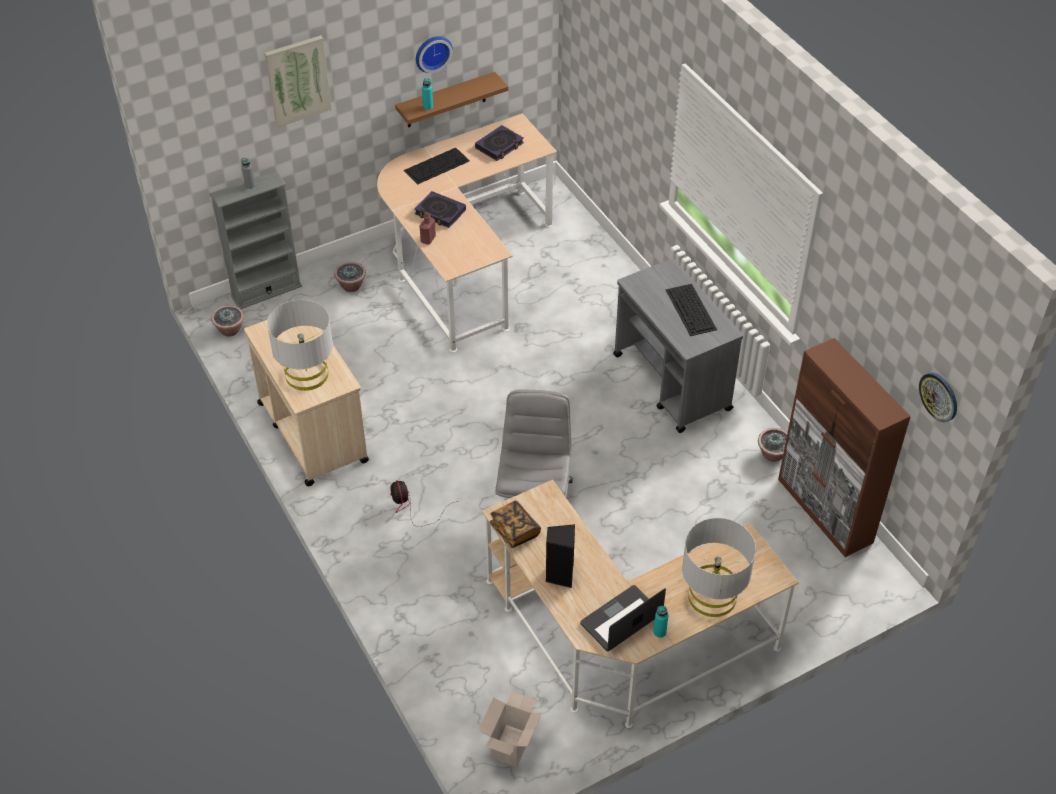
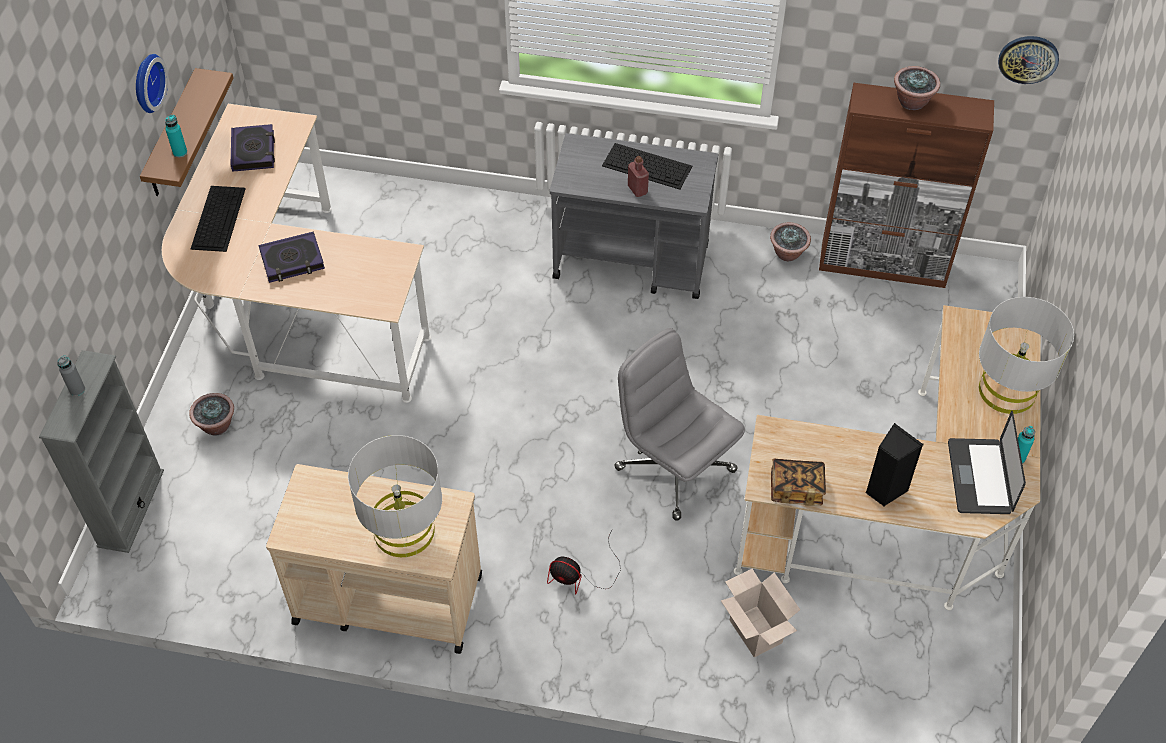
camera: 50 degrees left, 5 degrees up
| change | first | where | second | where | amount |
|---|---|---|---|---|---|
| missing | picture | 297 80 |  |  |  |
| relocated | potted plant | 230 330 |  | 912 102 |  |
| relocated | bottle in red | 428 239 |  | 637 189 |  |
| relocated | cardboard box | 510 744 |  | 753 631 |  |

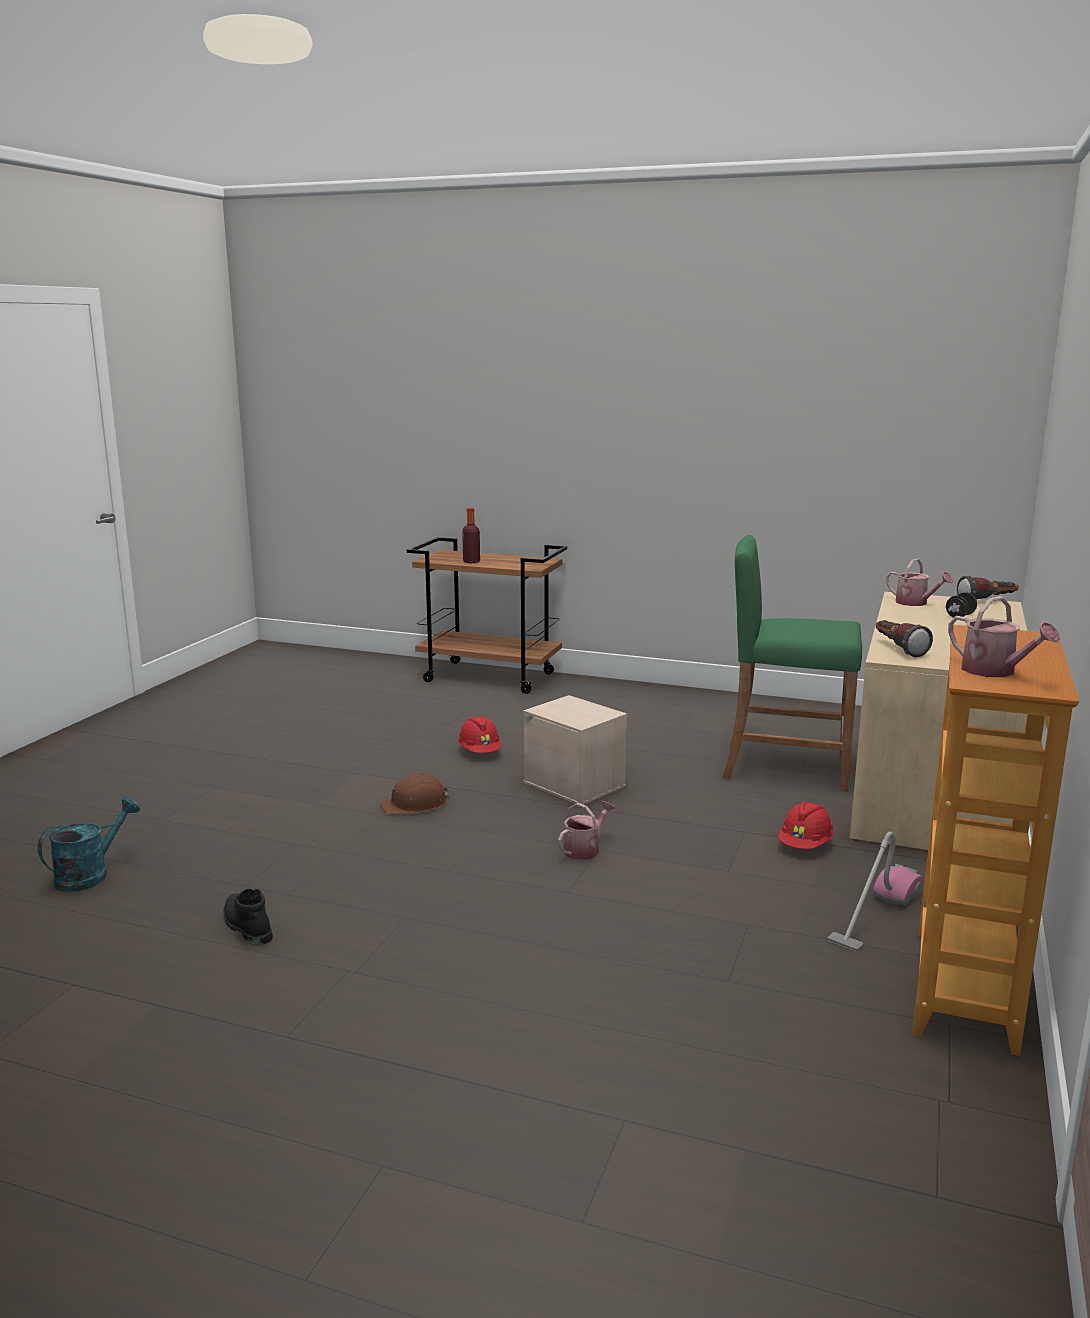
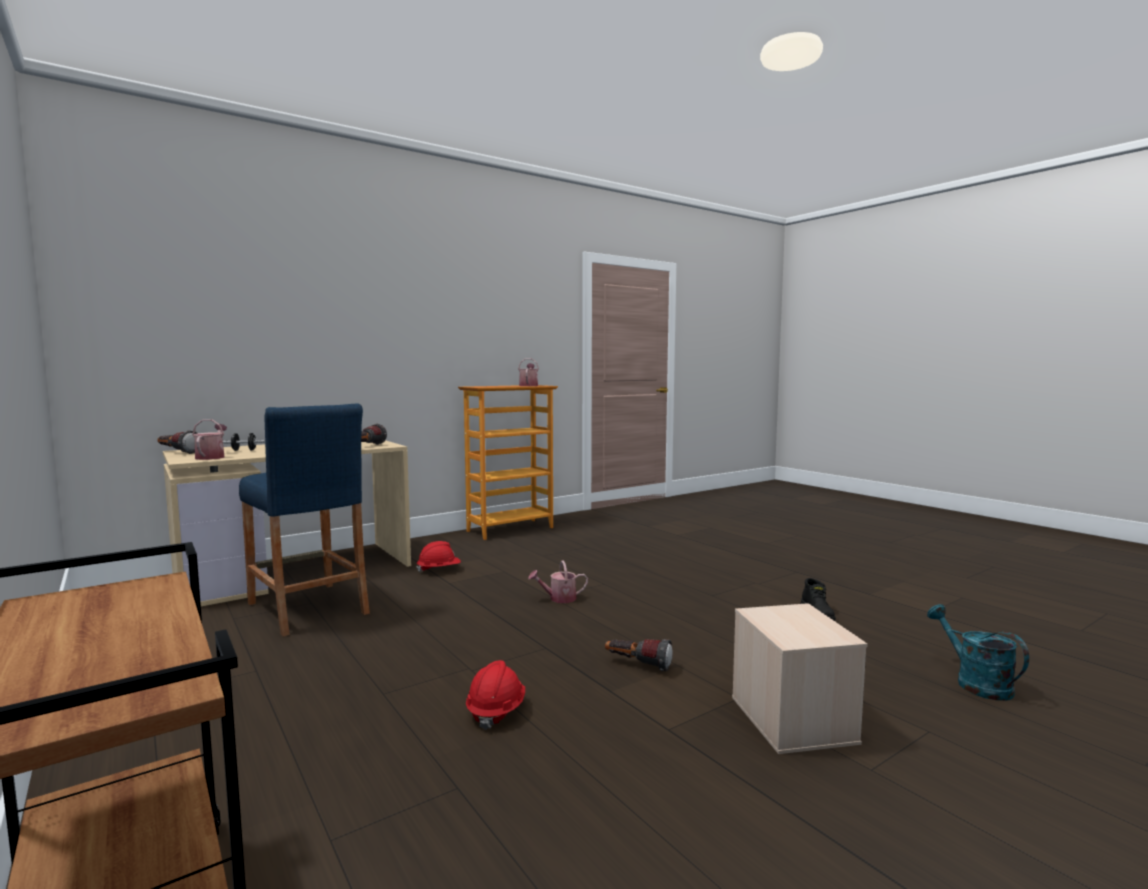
camera: 145 degrees left, 10 degrees down
| change | first | where | second | where | amount |
|---|---|---|---|---|---|
| missing | bottle | 471 562 |  |  |  |
| missing | vacuum cleaner | 875 915 |  |  |  |
| relocated | storage box in beige | 575 784 |  | 790 718 |  |
| exchanged | hard hat in brown | 416 804 | flashlight | 637 665 |  |
| colour | stool in green | 786 766 | stool in blue | 307 608 |  |
| spun | watering can in turquoise | 90 875 |  | 975 683 | 90 degrees clockwise |

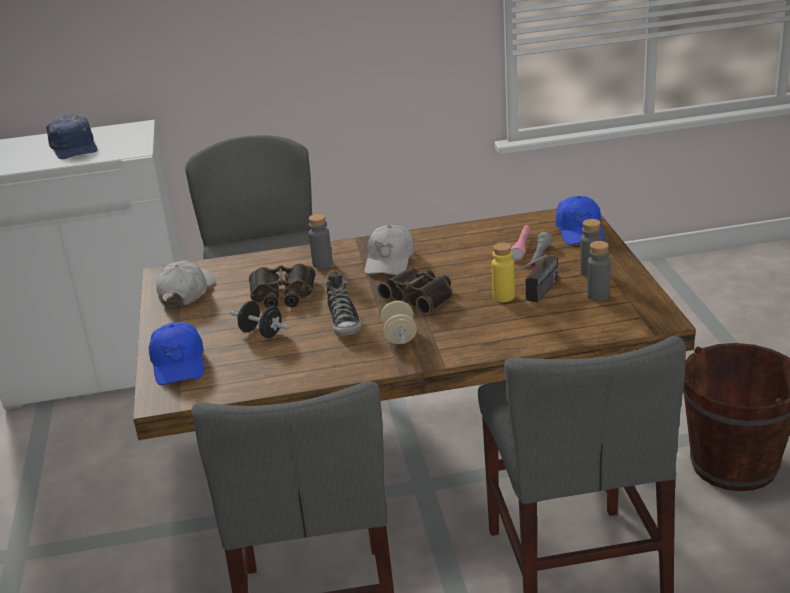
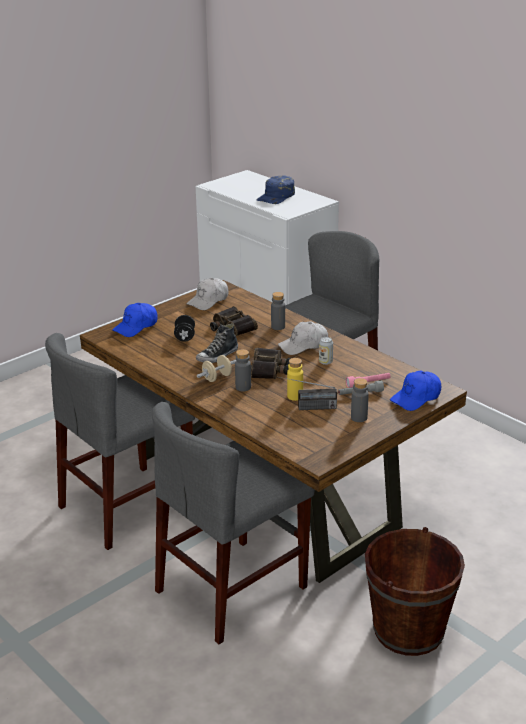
camera: 55 degrees right, 0 degrees up
| change | first | where | second | where | amount |
|---|---|---|---|---|---|
| appeared |  |  | can | 325 362 |  |
| relocated | bottle in grey | 598 295 |  | 243 387 |  |
| spun | cap in white | 186 292 |  | 208 301 | 150 degrees clockwise |

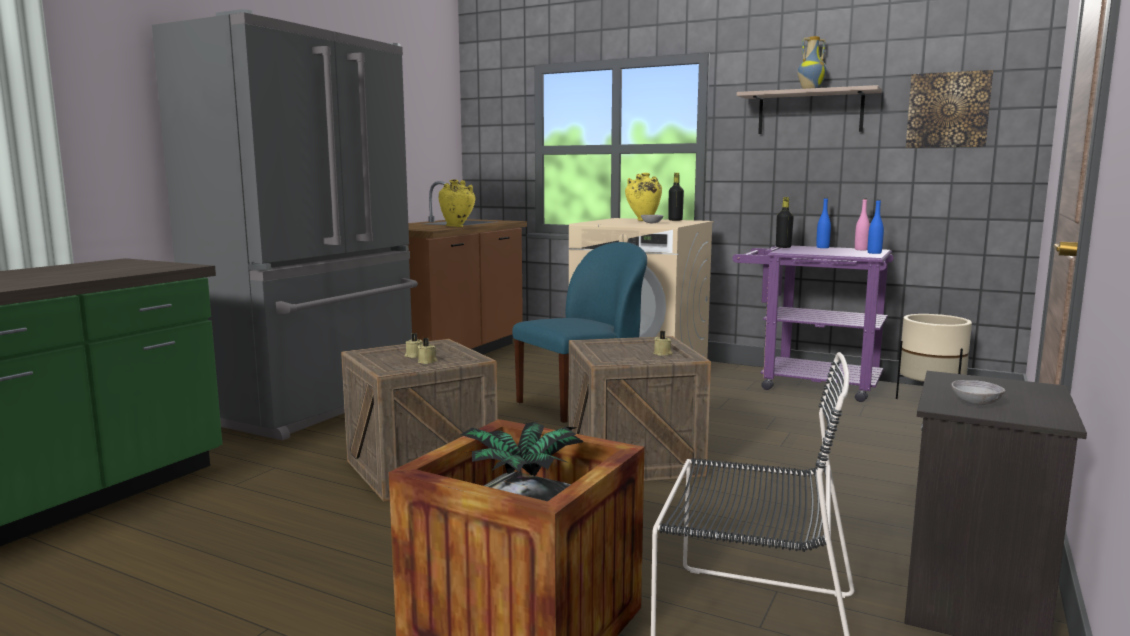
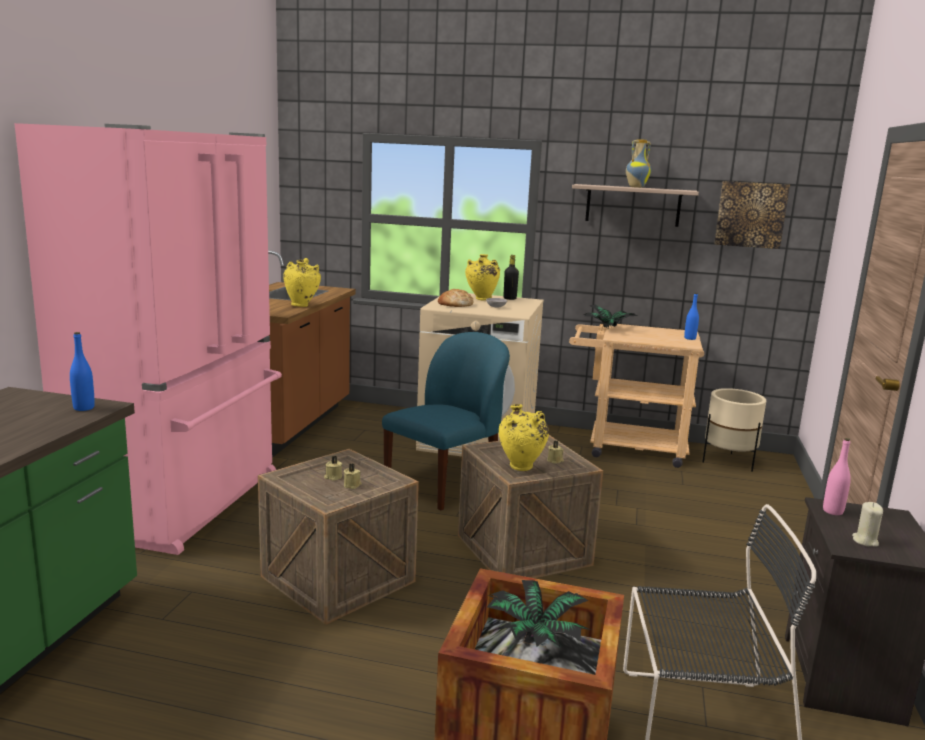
camera: 15 degrees left, 5 degrees up
| change | first | where | second | where | amount |
|---|---|---|---|---|---|
| appeared |  |  | bread | 455 304 |  |
| appeared |  |  | vase in yellow | 521 468 |  |
| relocated | bottle in blue | 822 247 |  | 84 408 |  |
| relocated | bottle in pink | 861 249 |  | 833 511 |  |
| exchanged | bottle in black | 783 247 | potted plant | 610 328 |  |
| exchanged | bowl in grey | 976 403 | candle in beige | 865 541 |  |
| colour | fridge in grey | 316 404 | fridge in pink | 183 502 |  |
| colour | cart in purple | 808 384 | cart in beige | 626 448 |  |

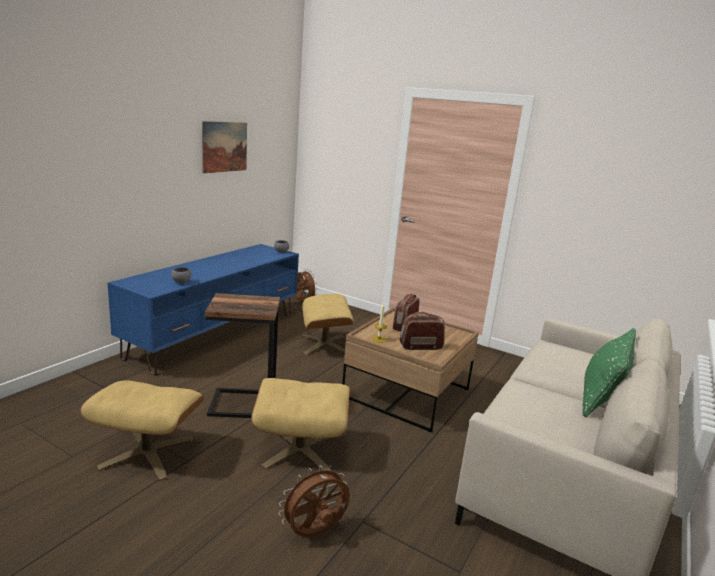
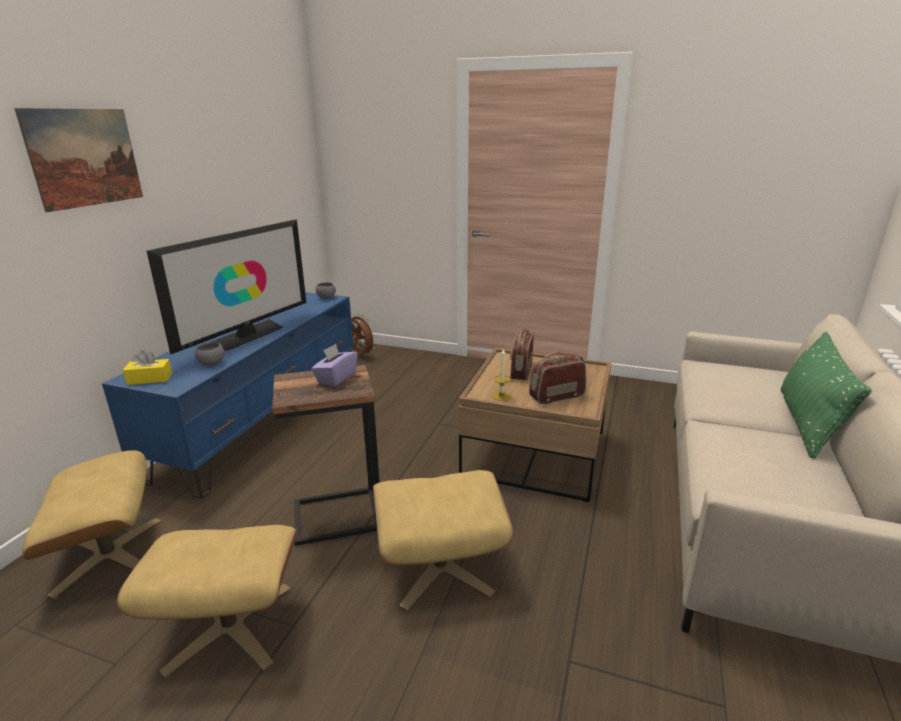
camera: 10 degrees left, 5 degrees up
| change | first | where | second | where | amount |
|---|---|---|---|---|---|
| missing | fan in brown | 315 533 |  |  |  |
| appeared |  |  | tissue box in yellow | 149 379 |  |
| appeared |  |  | television | 246 335 |  |
| appeared |  |  | tissue box in purple | 336 378 |  |
| relocated | picture | 224 147 |  | 85 157 |  |
| relocated | ottoman in beige | 325 345 |  | 110 556 |  |

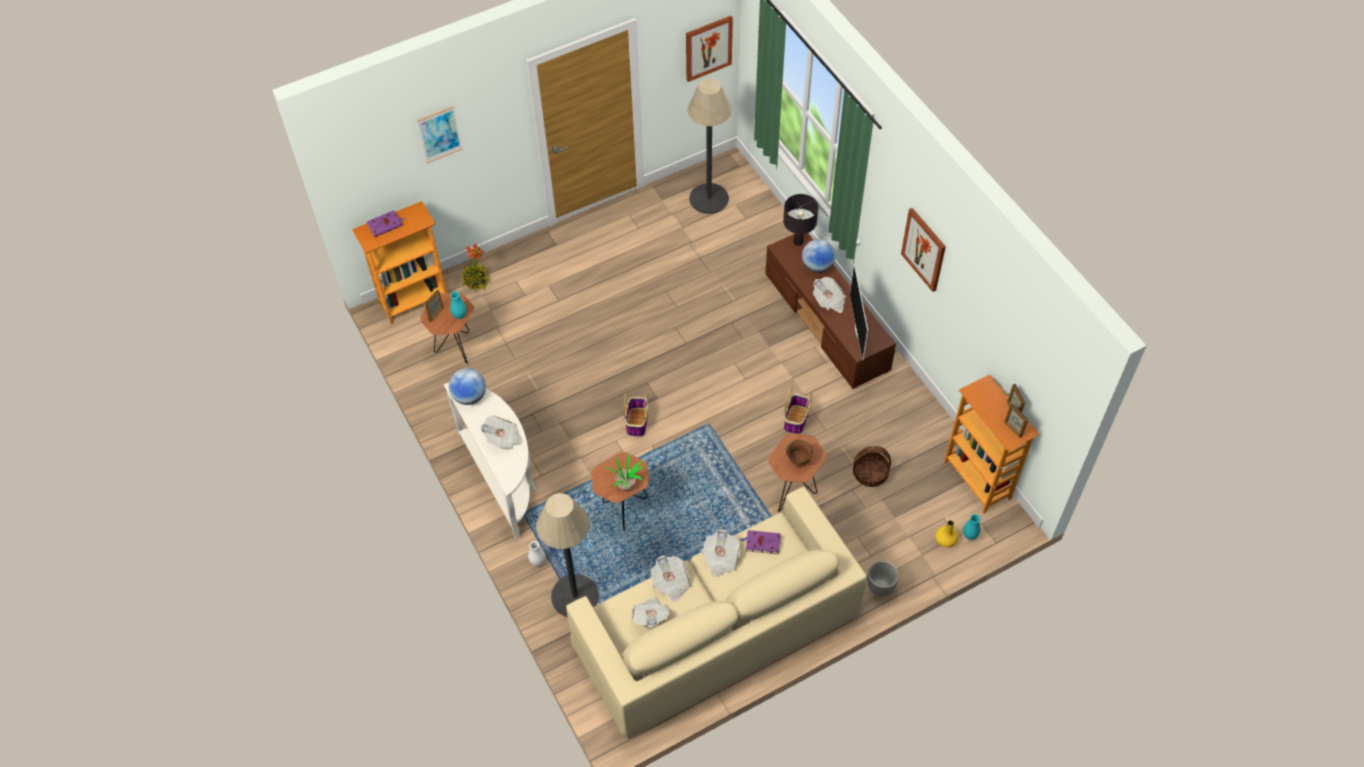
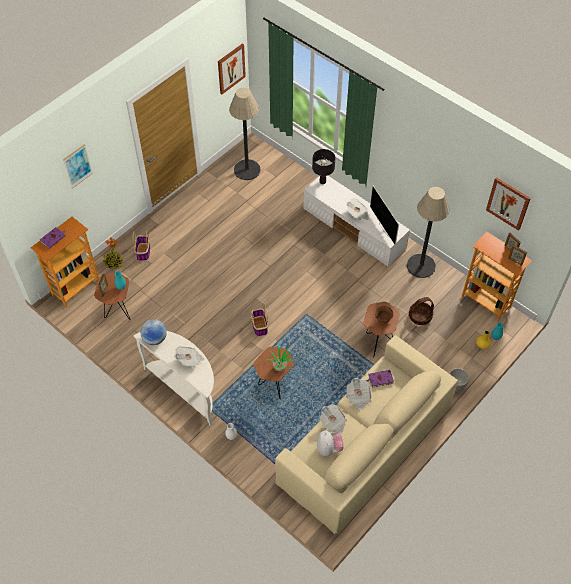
camera: 20 degrees left, 0 degrees up
| change | first | where | second | where | amount |
|---|---|---|---|---|---|
| missing | globe | 817 266 |  |  |  |
| relocated | floor lamp | 574 596 |  | 421 266 |  |
| relocated | basket | 796 420 |  | 143 252 |  |
| relocated | picture | 924 249 |  | 508 203 |  |
| exchanged | newspaper | 650 616 | plush toy | 329 448 |  |
| colour | tv stand in brown | 827 323 | tv stand in white | 354 229 |  |

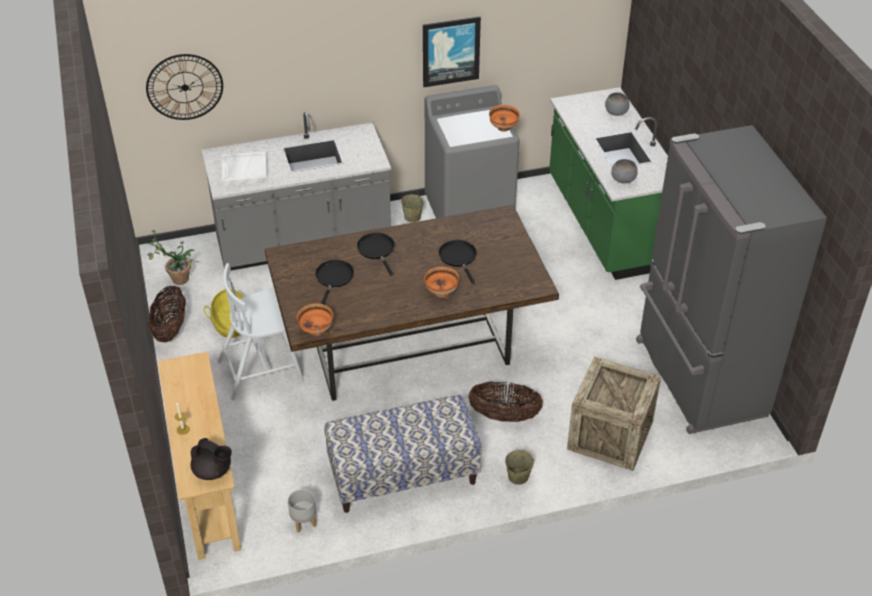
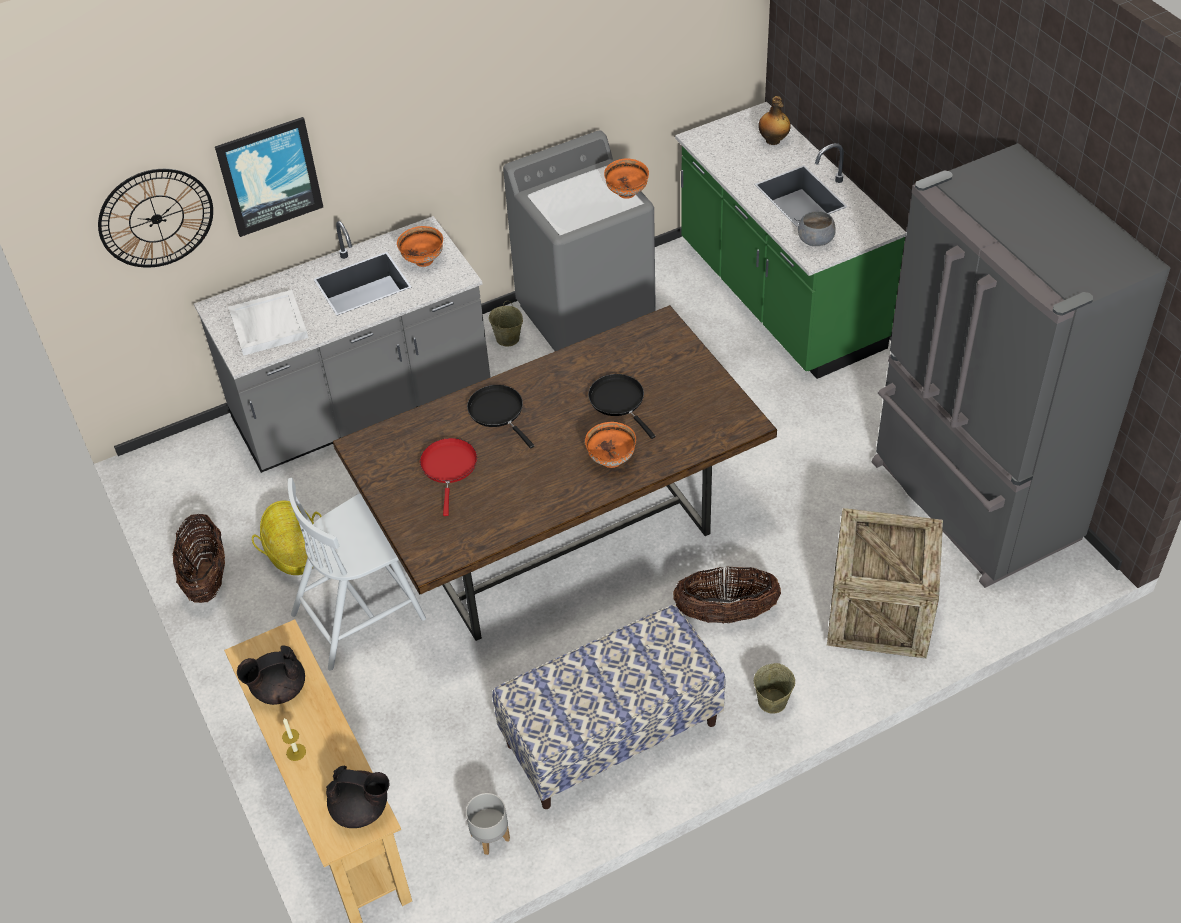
camera: 10 degrees left, 5 degrees up
| change | first | where | second | where | amount |
|---|---|---|---|---|---|
| missing | potted plant | 176 278 |  |  |  |
| appeared |  |  | teapot in black | 278 689 |  |
| relocated | bowl in orange | 316 330 |  | 423 261 |  |
| relocated | picture | 450 51 |  | 269 176 |  |
| exchanged | bowl in grey | 616 112 | bottle | 773 141 |  |
| colour | frying pan in black | 334 278 | frying pan in red | 449 467 |  |

